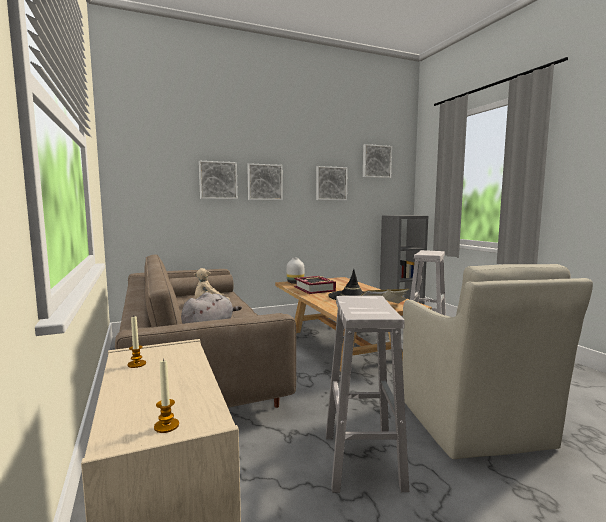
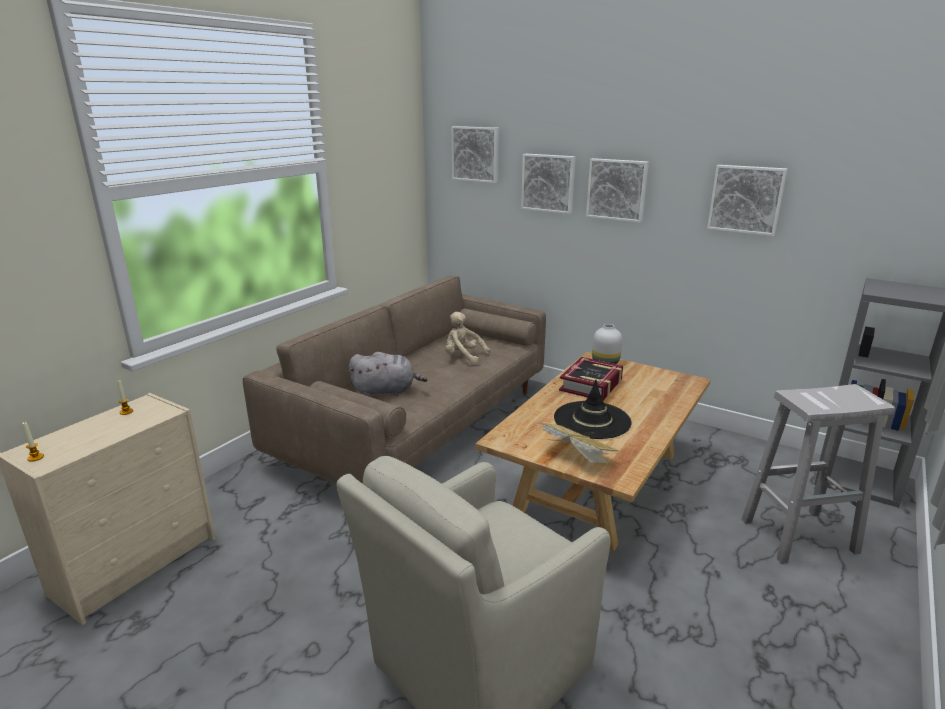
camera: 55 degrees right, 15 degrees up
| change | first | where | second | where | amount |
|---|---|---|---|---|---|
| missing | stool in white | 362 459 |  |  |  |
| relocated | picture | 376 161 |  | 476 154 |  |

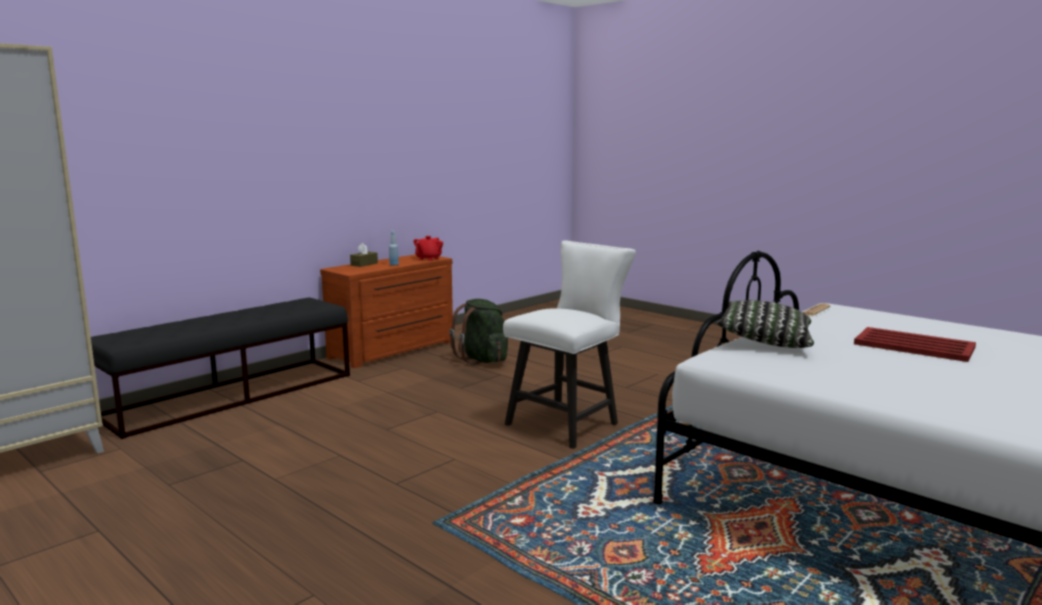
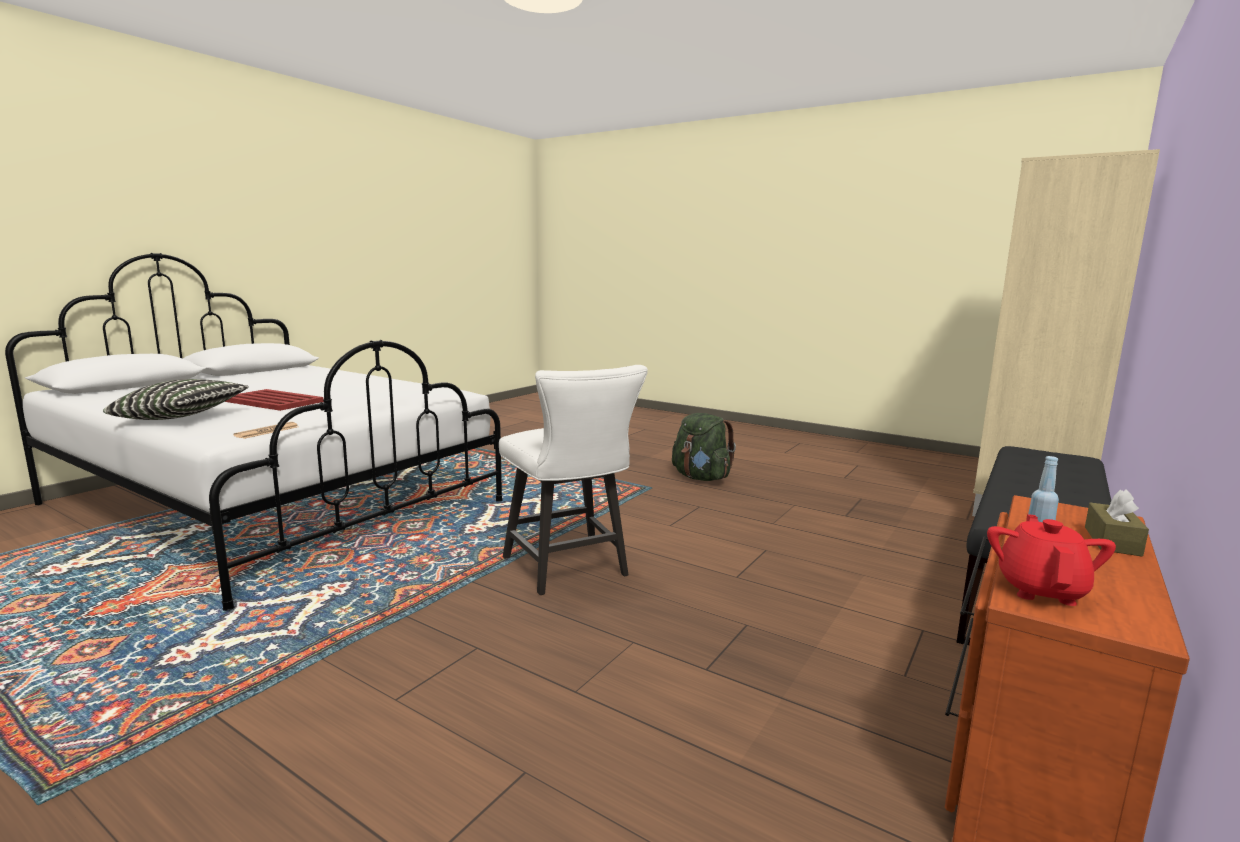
camera: 170 degrees right, 0 degrees up
| change | first | where | second | where | amount |
|---|---|---|---|---|---|
| relocated | backpack in green | 483 360 |  | 701 478 |  |
| relocated | pillow | 764 341 |  | 181 417 |  |
| spun | chair in white | 568 422 |  | 570 570 | 60 degrees counterclockwise |

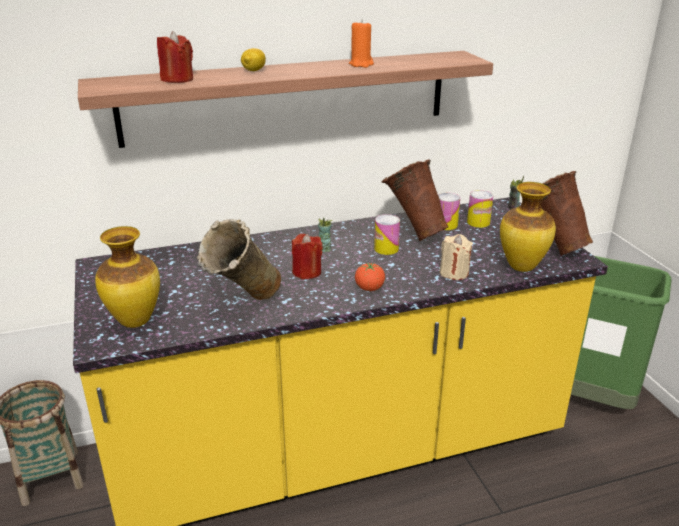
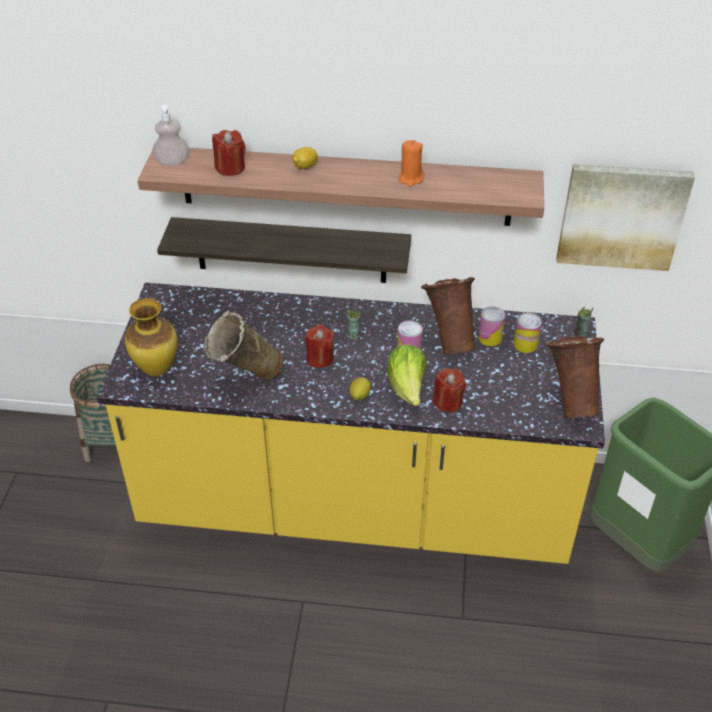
camera: 25 degrees right, 15 degrees up
| change | first | where | second | where | amount |
|---|---|---|---|---|---|
| missing | vase | 522 267 |  |  |  |
| appeared |  |  | soap dispenser | 172 162 |  |
| appeared |  |  | shelf | 291 250 |  |
| appeared |  |  | lettuce | 407 388 |  |
| appeared |  |  | picture | 621 215 |  |
| exchanged | tomato | 369 289 | lemon | 359 396 |  |
| colour | candle in beige | 454 273 | candle in red | 448 402 |  |

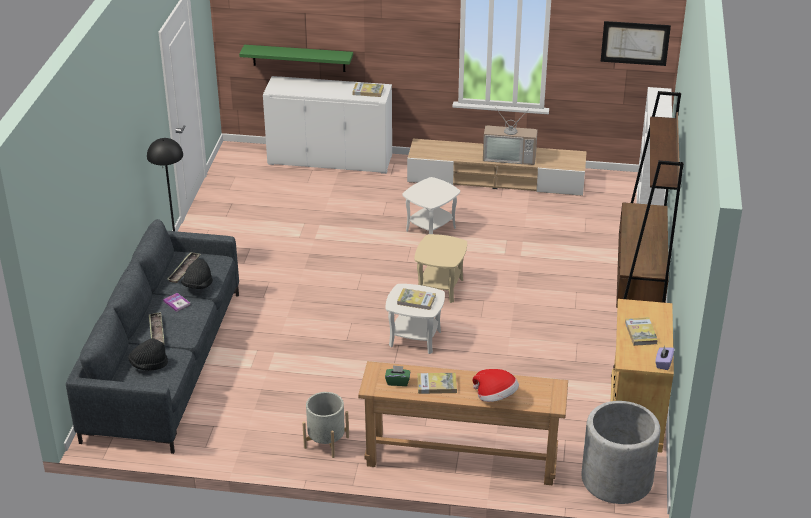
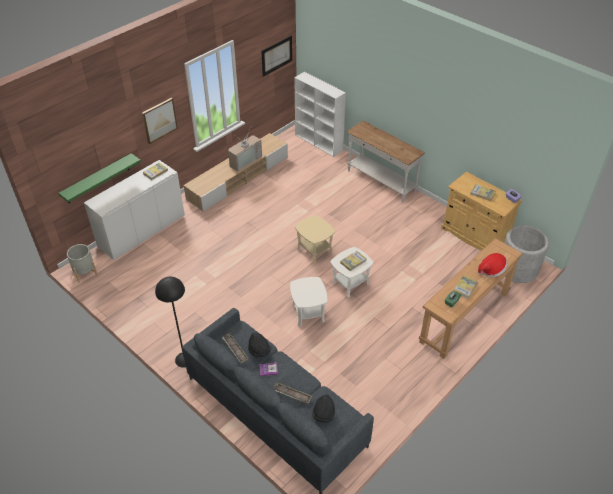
camera: 55 degrees left, 10 degrees up
| change | first | where | second | where | amount |
|---|---|---|---|---|---|
| appeared |  |  | picture | 159 120 |  |
| relocated | planter in grey | 326 442 |  | 85 272 |  |
| relocated | side table in white | 430 228 |  | 308 313 |  |
| exchanged | bookcase in brown | 639 287 | console table in white | 381 182 |  |

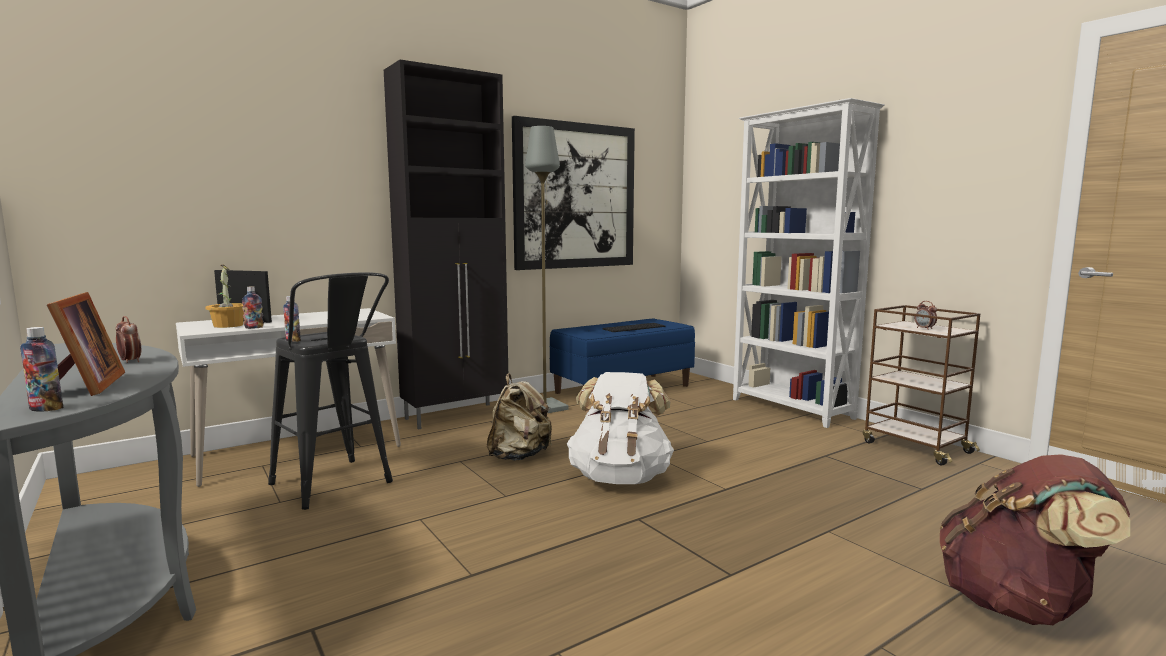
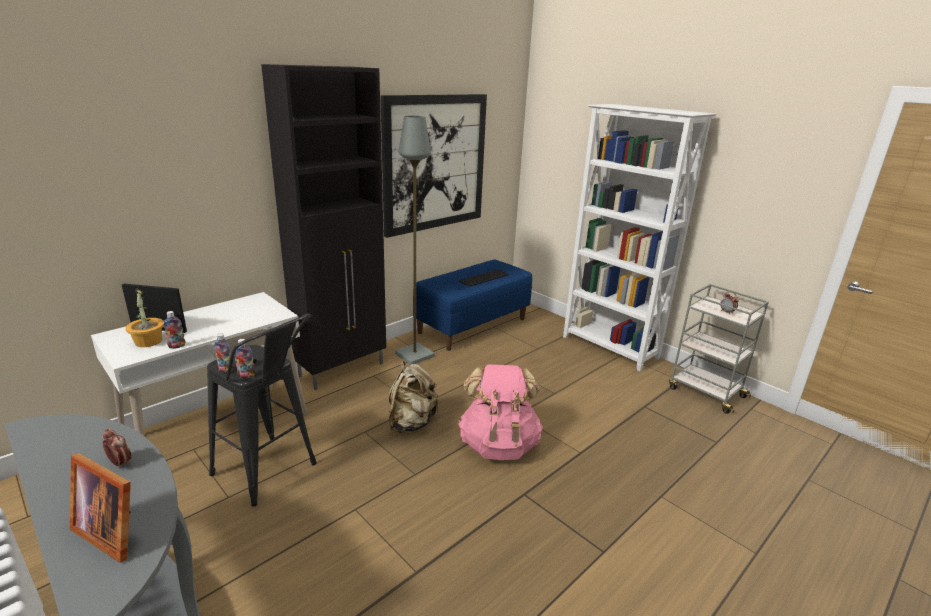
camera: 10 degrees left, 15 degrees up
| change | first | where | second | where | amount |
|---|---|---|---|---|---|
| missing | backpack in brown | 1018 605 |  |  |  |
| relocated | bottle | 46 408 |  | 246 376 |  |
| colour | backpack in white | 620 478 | backpack in pink | 498 444 |  |
| colour | cart in brown | 914 447 | cart in grey | 705 392 |  |
| spun | picture frame | 84 387 |  | 113 530 | 150 degrees clockwise |

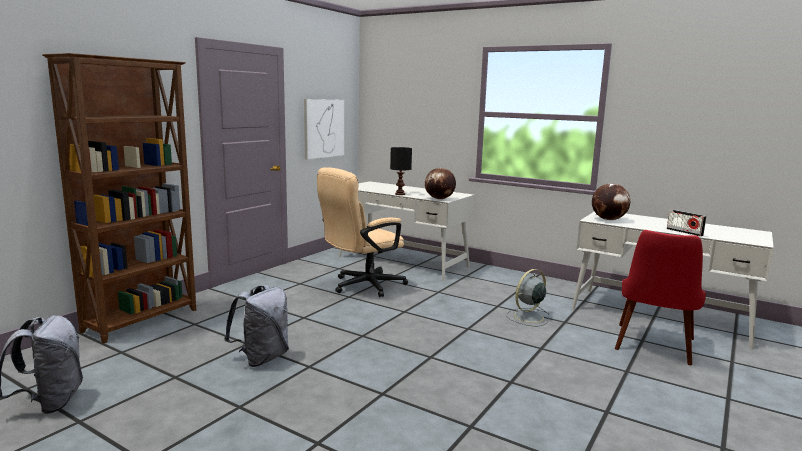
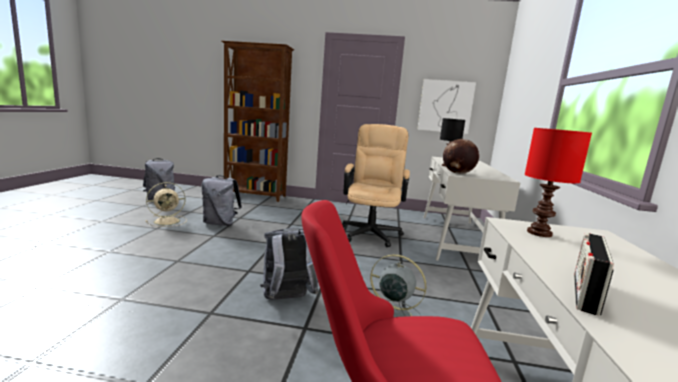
camera: 65 degrees right, 0 degrees up
| change | first | where | second | where | amount |
|---|---|---|---|---|---|
| appeared |  |  | fan in beige | 168 221 |  |
| appeared |  |  | backpack in grey | 287 300 |  |
| exchanged | globe | 608 219 | table lamp in red | 540 233 |  |
| spun | office chair in beige | 362 286 |  | 371 232 | 75 degrees clockwise |

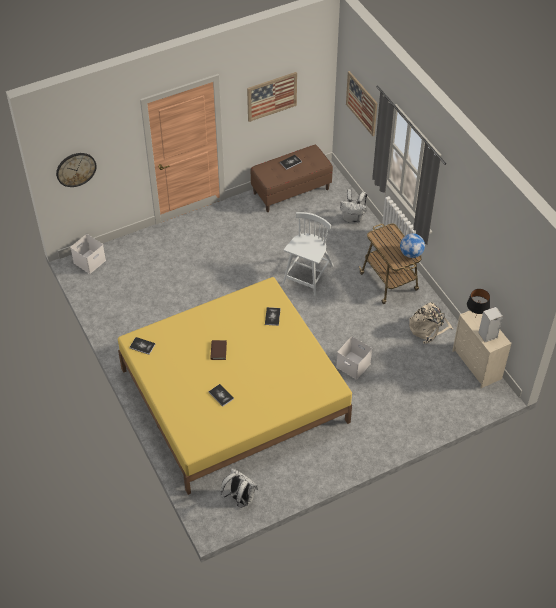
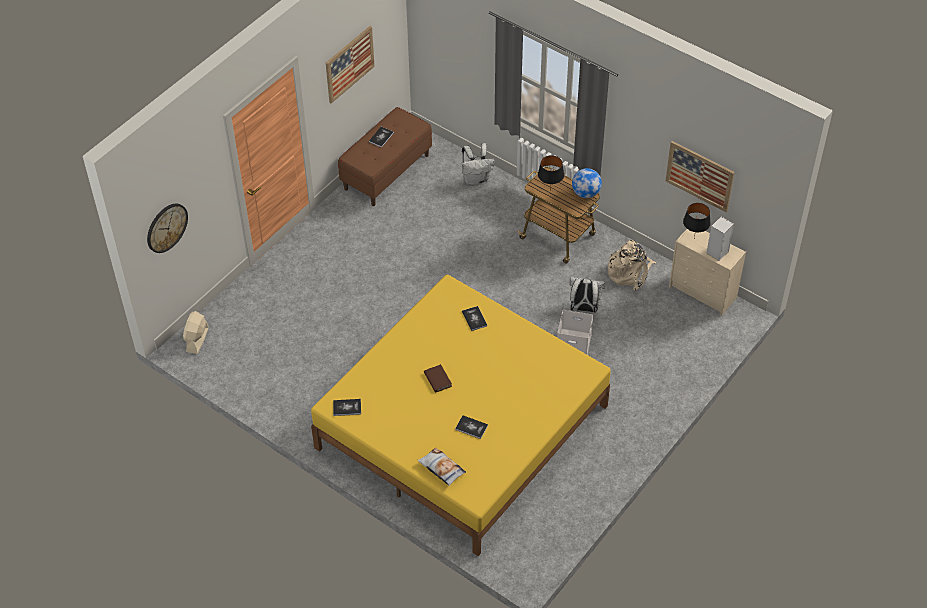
camera: 25 degrees left, 0 degrees up
| change | first | where | second | where | amount |
|---|---|---|---|---|---|
| missing | chair in white | 308 275 |  |  |  |
| appeared |  |  | pillow | 441 468 |  |
| appeared |  |  | table lamp in black | 550 191 |  |
| relocated | backpack in white | 240 498 |  | 584 308 |  |
| relocated | picture | 362 103 |  | 699 176 |  |
| exchanged | storage box in white | 89 262 | fan in beige | 197 340 |  |

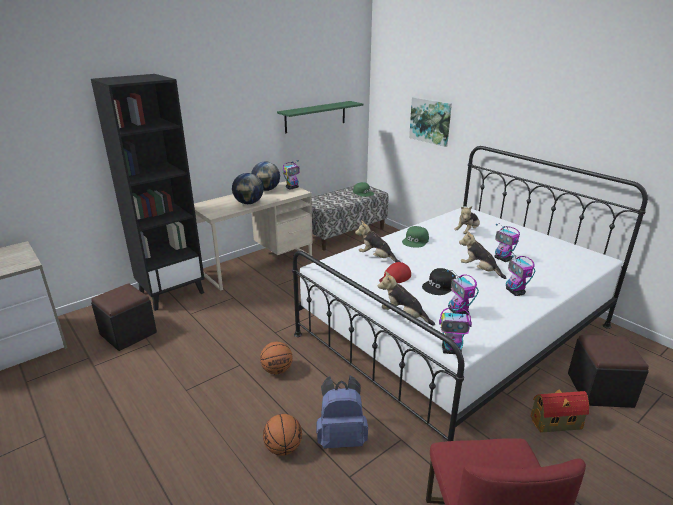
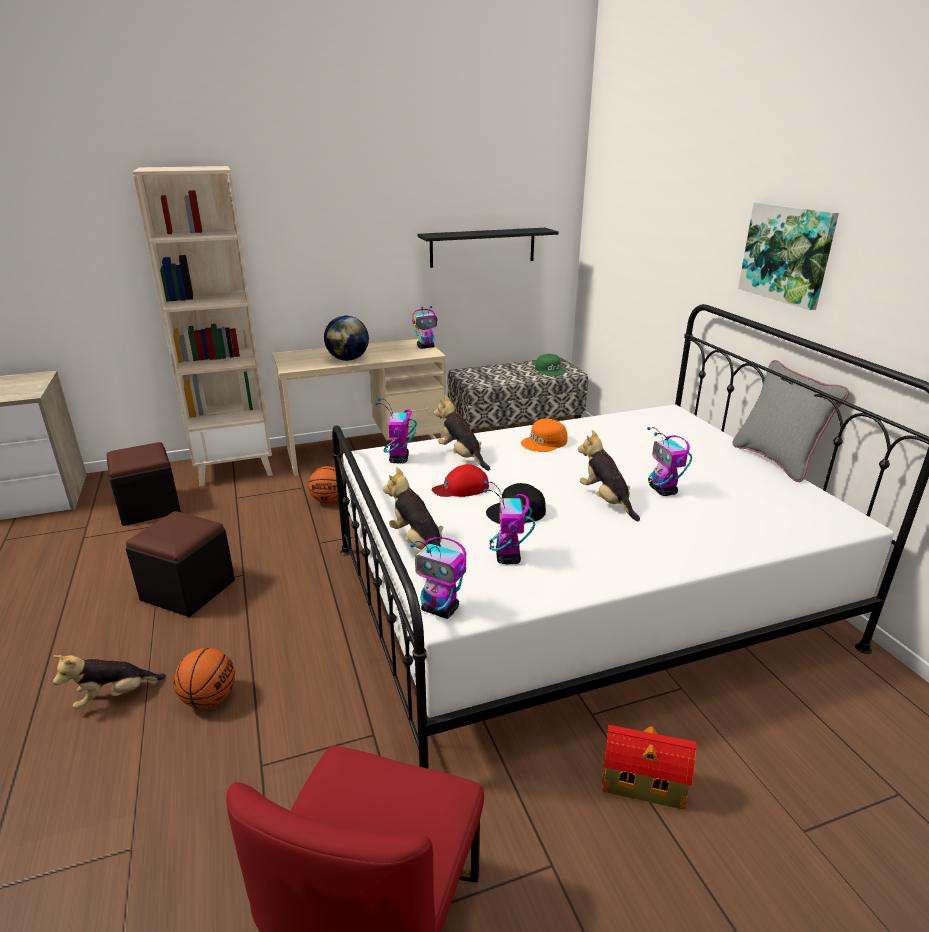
camera: 20 degrees right, 0 degrees up
| change | first | where | second | where | amount |
|---|---|---|---|---|---|
| missing | globe | 266 189 |  |  |  |
| missing | backpack in blue | 341 438 |  |  |  |
| appeared |  |  | pillow in grey | 776 460 |  |
| relocated | basketball | 277 370 |  | 329 501 |  |
| relocated | picture | 430 121 |  | 787 254 |  |
| relocated | plush toy | 467 232 |  | 114 696 |  |
| relocated | toy robot | 515 292 |  | 399 459 |  |
| relocated | ottoman in black | 599 390 |  | 188 590 |  |
| colour | bookcase in black | 172 292 | bookcase in beige | 236 467 |  |
| colour | shelf in green | 315 116 | shelf in black | 482 247 |  |
| colour | cap in green | 415 241 | cap in orange | 545 442 |  |

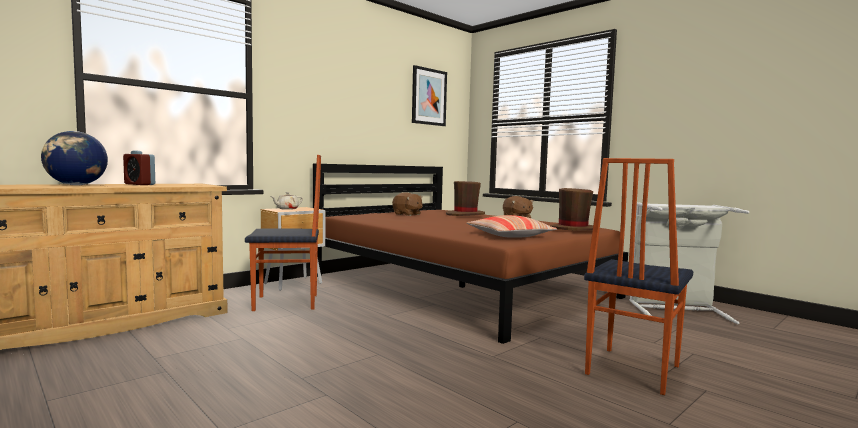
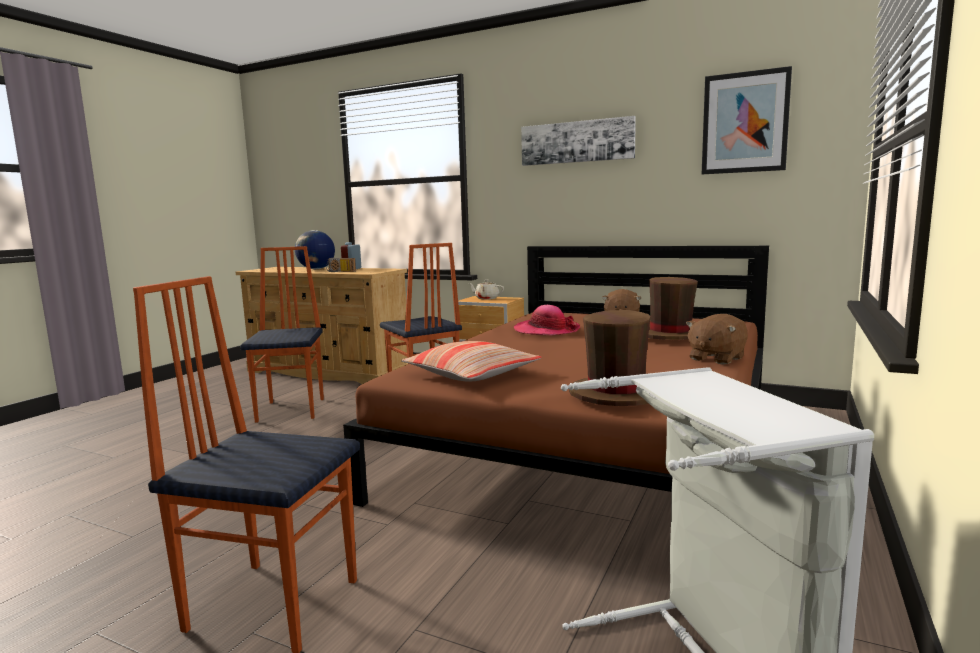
camera: 70 degrees right, 5 degrees up
| change | first | where | second | where | amount |
|---|---|---|---|---|---|
| appeared |  |  | chair | 292 409 |  |
| appeared |  |  | radio | 340 271 |  |
| appeared |  |  | hat | 546 330 |  |
| appeared |  |  | picture | 577 142 |  |

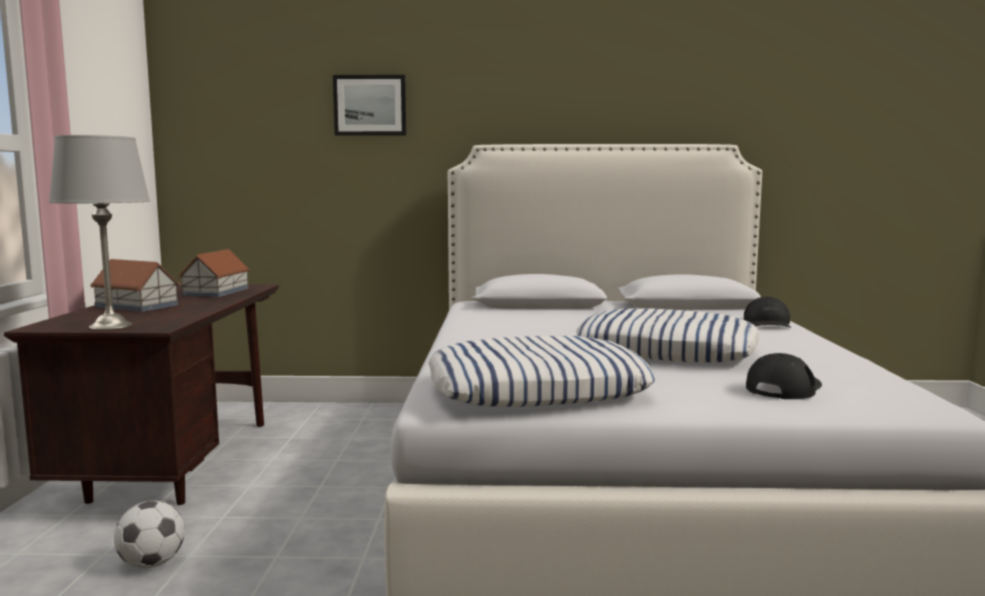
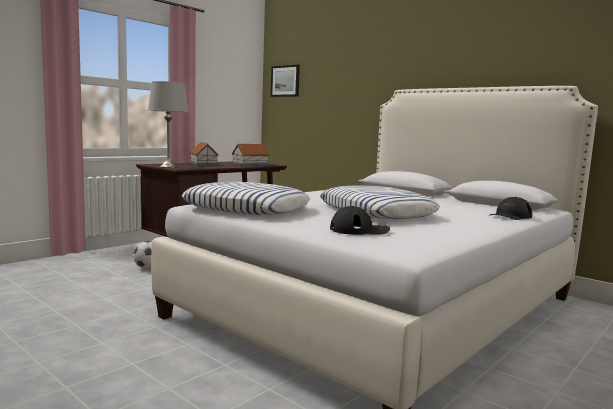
camera: 40 degrees right, 0 degrees up
| change | first | where | second | where | amount |
|---|---|---|---|---|---|
| relocated | picture | 370 105 |  | 285 81 |  |

